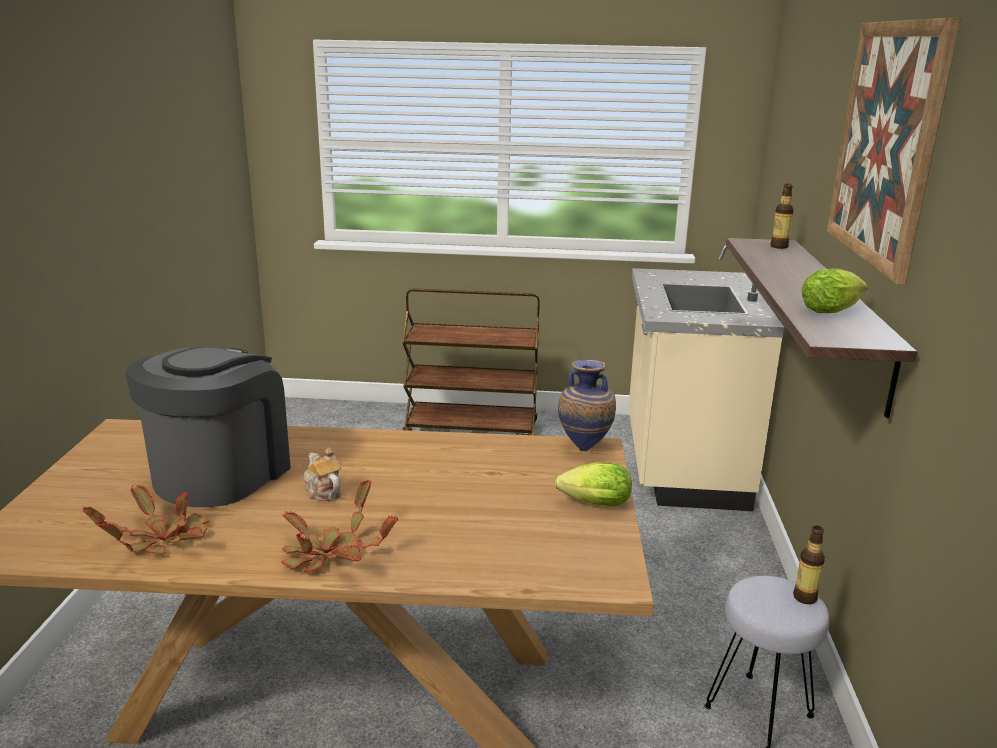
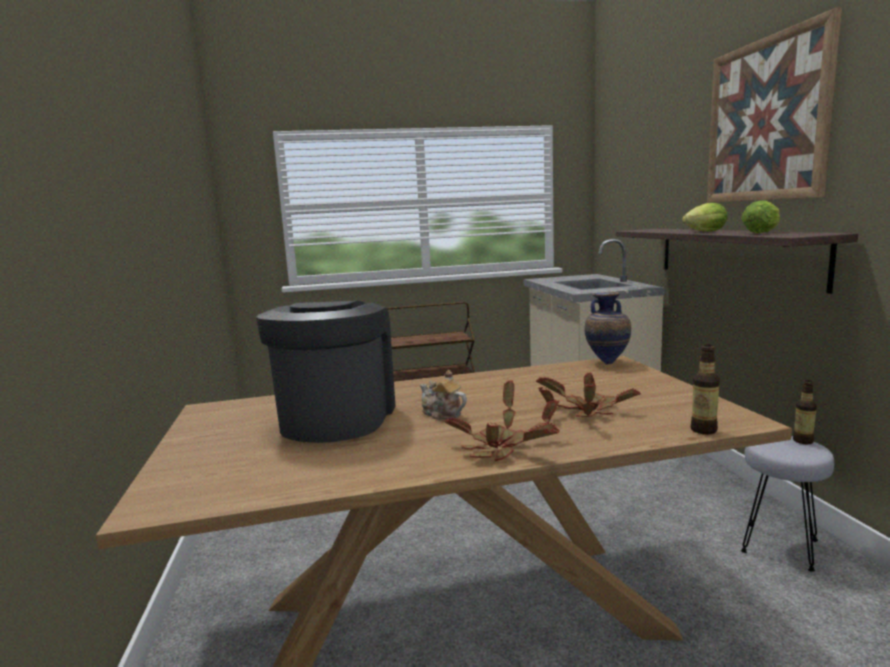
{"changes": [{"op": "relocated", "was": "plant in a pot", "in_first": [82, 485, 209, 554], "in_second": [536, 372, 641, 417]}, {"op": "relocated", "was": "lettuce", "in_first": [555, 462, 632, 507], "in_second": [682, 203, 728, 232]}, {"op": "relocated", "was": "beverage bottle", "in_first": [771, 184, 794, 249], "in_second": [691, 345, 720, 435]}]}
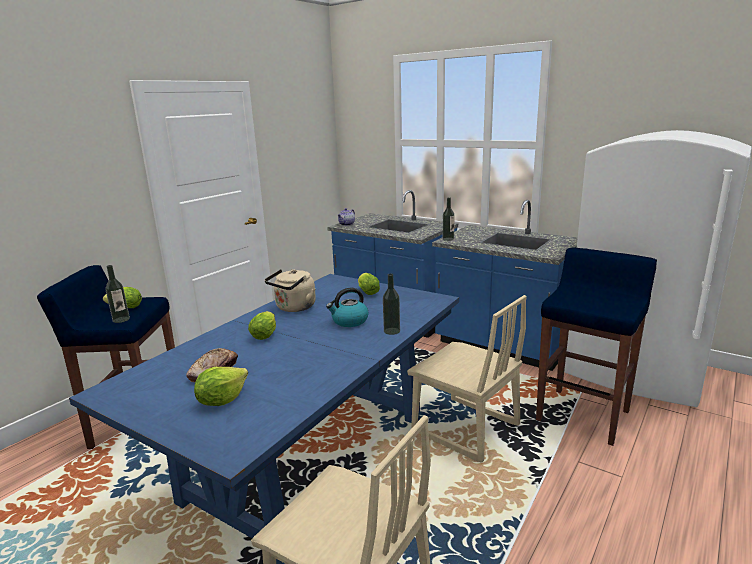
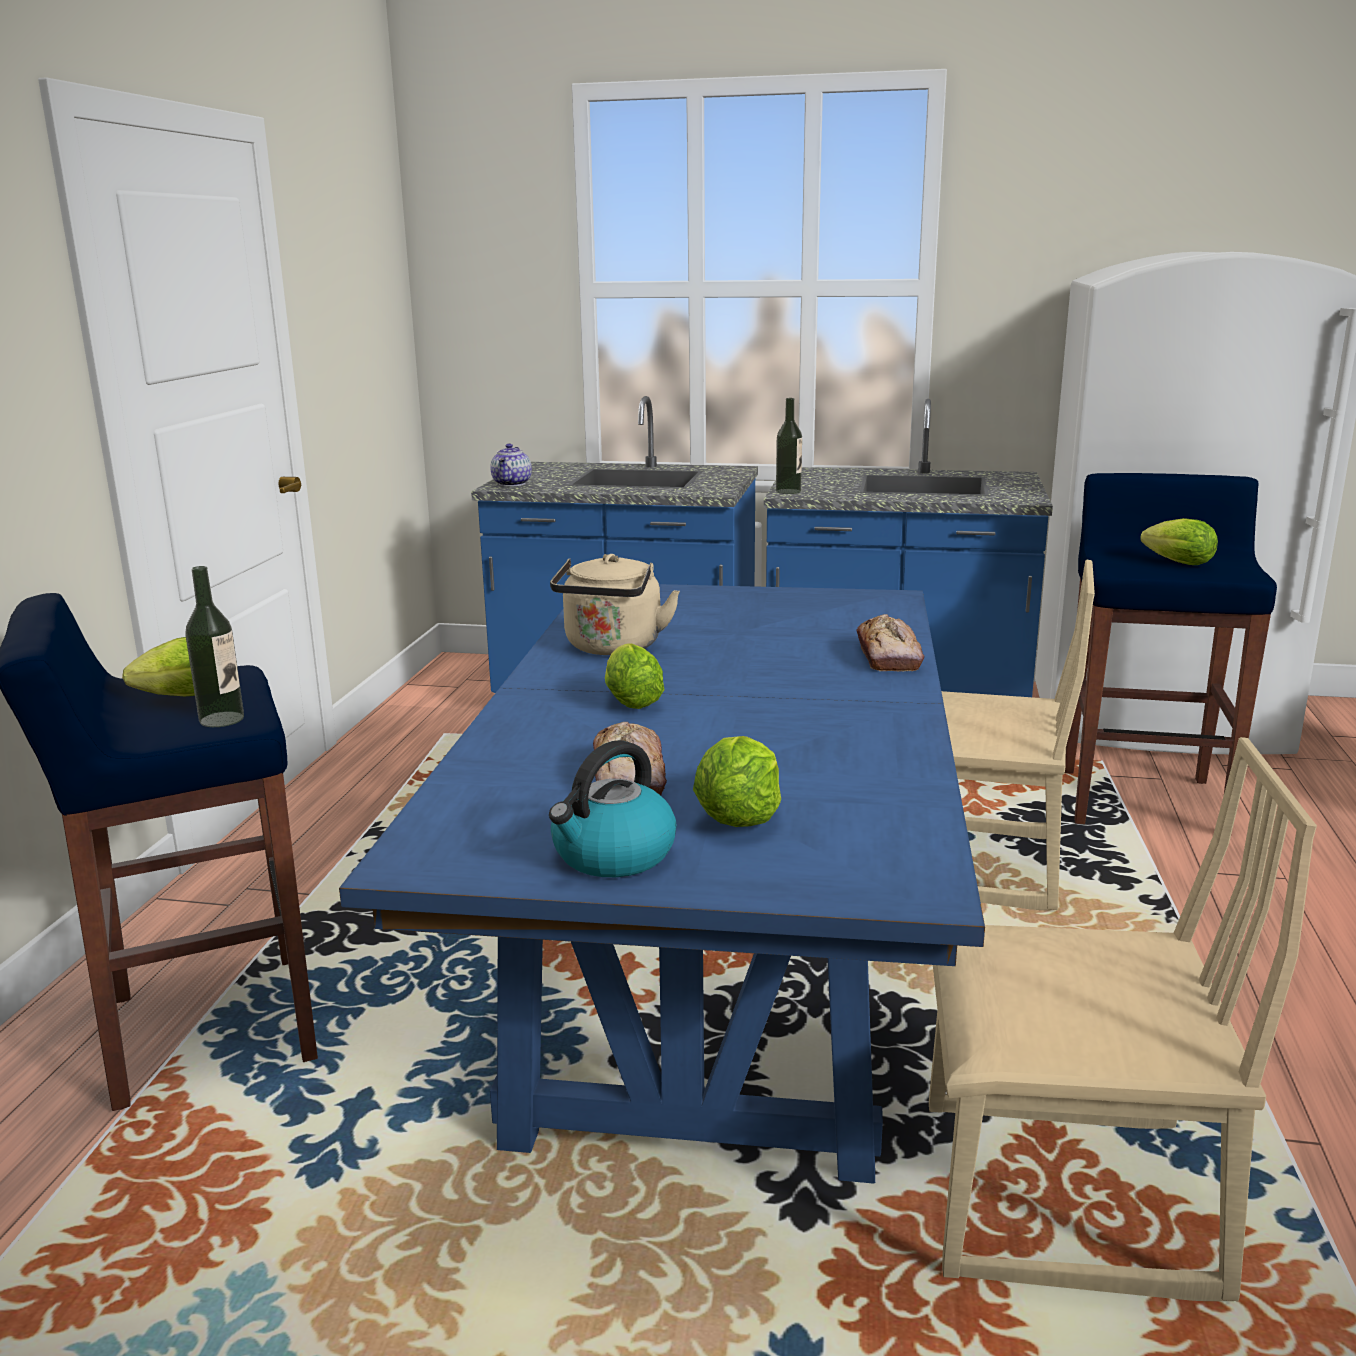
{"changes": [{"op": "relocated", "was": "kettle", "in_first": [326, 287, 368, 327], "in_second": [549, 740, 677, 877]}, {"op": "relocated", "was": "lettuce", "in_first": [358, 273, 380, 295], "in_second": [1140, 518, 1218, 565]}, {"op": "exchanged", "was": "beverage bottle", "now": "bread", "in_first": [383, 273, 400, 335], "in_second": [857, 614, 924, 671]}]}
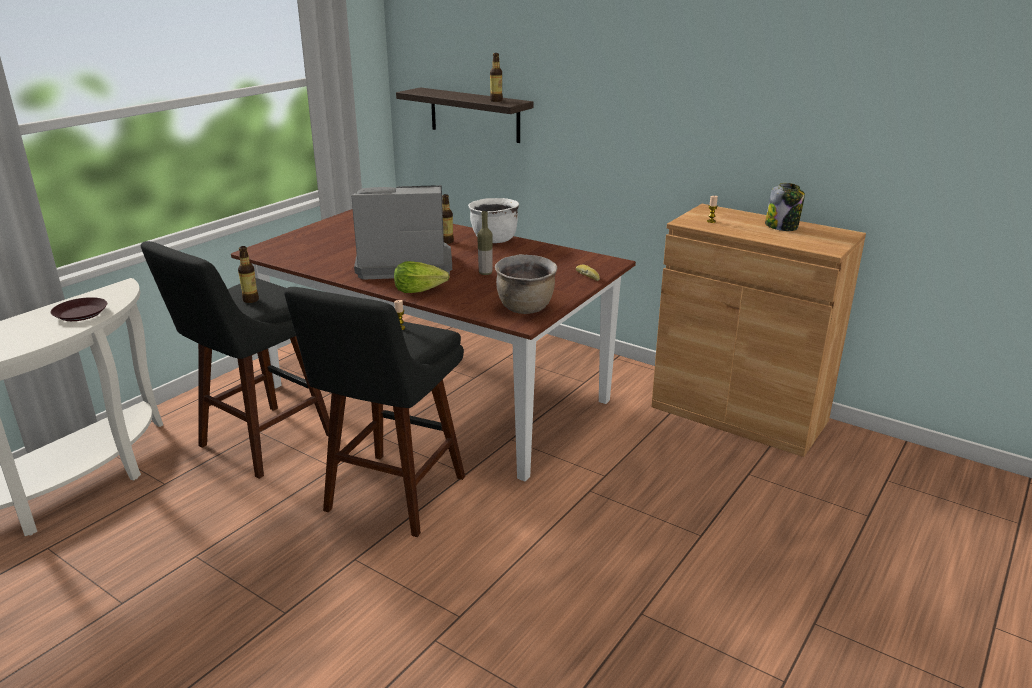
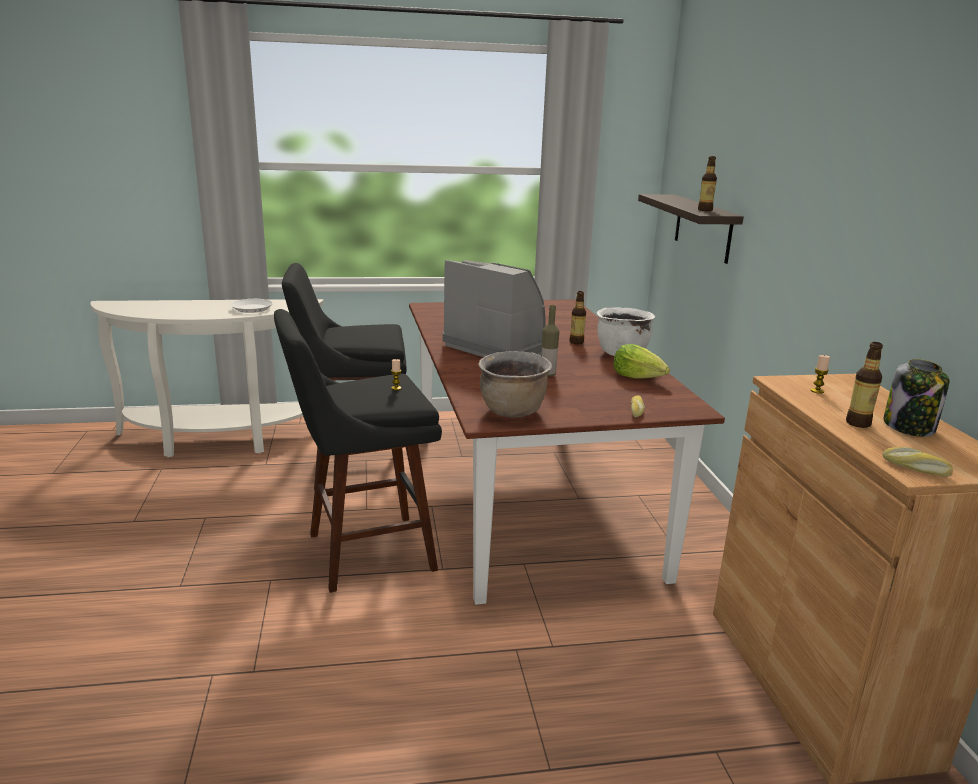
{"changes": [{"op": "colour", "was": "brownish dinner plate", "now": "whitish dinner plate", "in_first": [51, 297, 107, 321], "in_second": [230, 299, 273, 313]}, {"op": "relocated", "was": "beverage bottle", "in_first": [238, 246, 259, 303], "in_second": [846, 342, 883, 428]}, {"op": "relocated", "was": "lettuce", "in_first": [394, 261, 450, 293], "in_second": [613, 344, 670, 379]}, {"op": "appeared", "now": "bread", "in_second": [883, 447, 953, 477]}]}
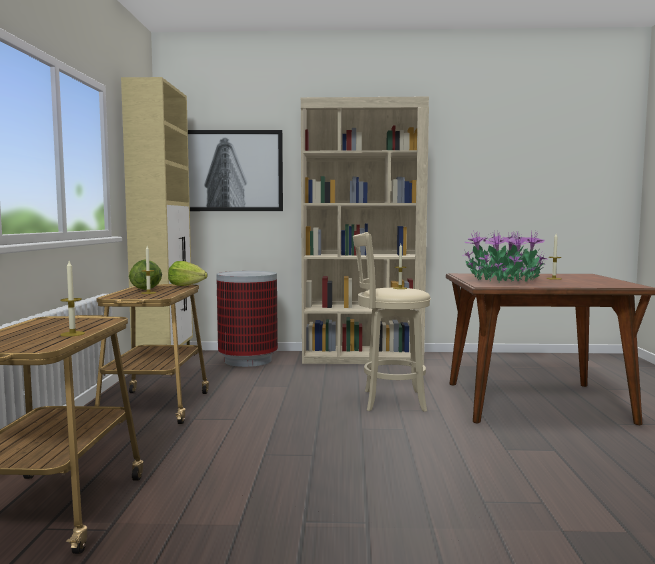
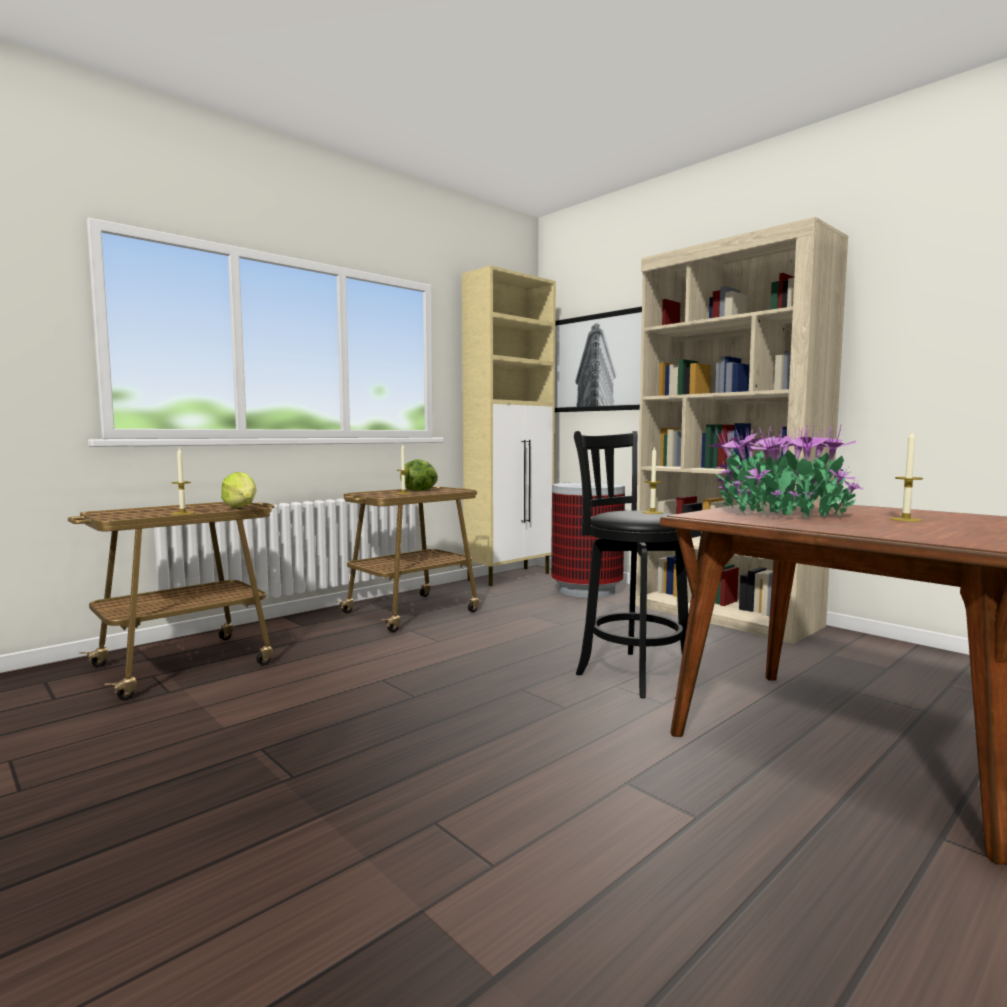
{"changes": [{"op": "relocated", "was": "lettuce", "in_first": [168, 261, 207, 286], "in_second": [221, 472, 257, 508]}, {"op": "colour", "was": "sand-coloured sitting stool", "now": "blackish sitting stool", "in_first": [353, 232, 431, 412], "in_second": [574, 431, 688, 698]}]}
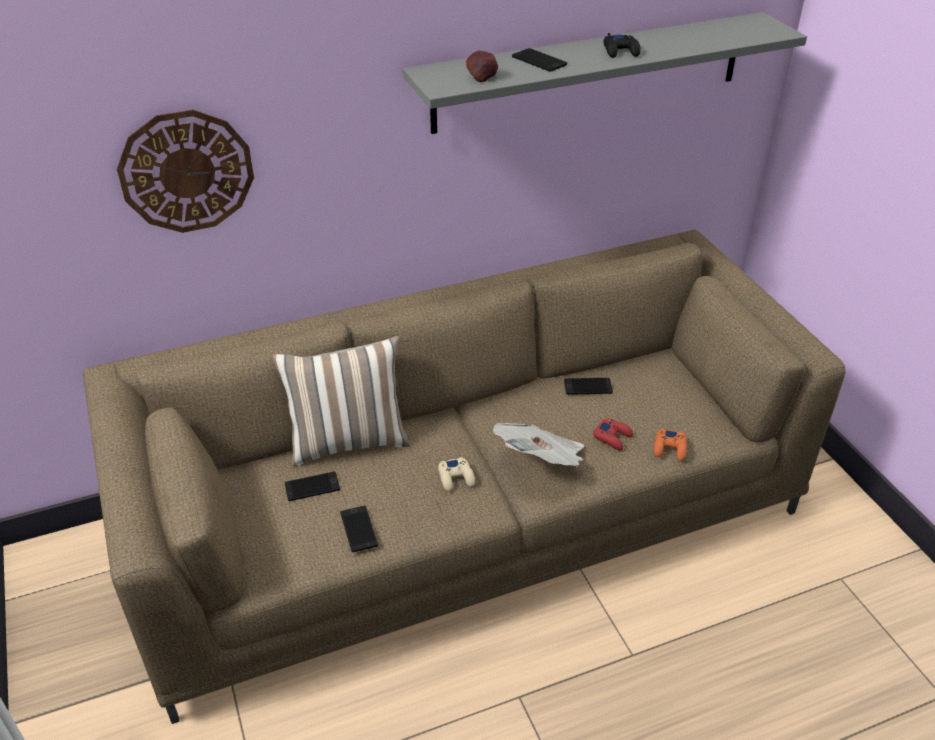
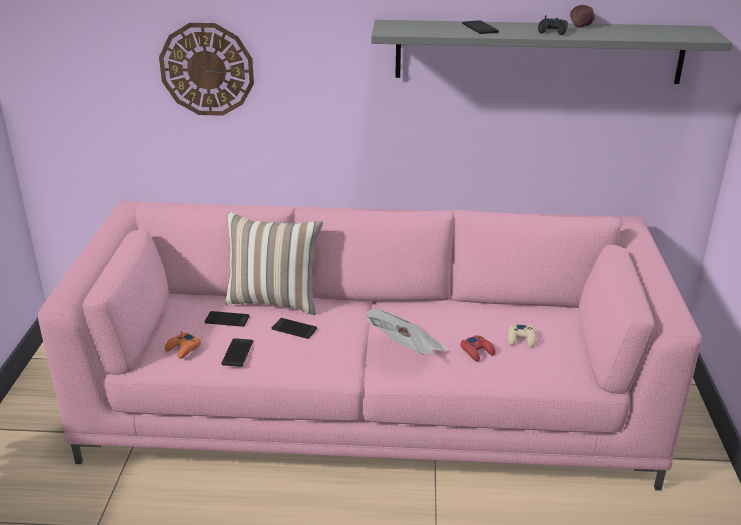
{"changes": [{"op": "colour", "was": "brownish settee", "now": "pink-coloured settee", "in_first": [83, 230, 845, 724], "in_second": [38, 202, 702, 491]}, {"op": "relocated", "was": "sand-coloured gamepad", "in_first": [438, 457, 475, 492], "in_second": [508, 323, 536, 347]}, {"op": "relocated", "was": "apple", "in_first": [466, 50, 498, 82], "in_second": [570, 5, 595, 28]}, {"op": "relocated", "was": "phone", "in_first": [564, 378, 613, 395], "in_second": [272, 318, 317, 339]}, {"op": "relocated", "was": "orange gamepad", "in_first": [654, 429, 687, 461], "in_second": [165, 331, 201, 359]}]}
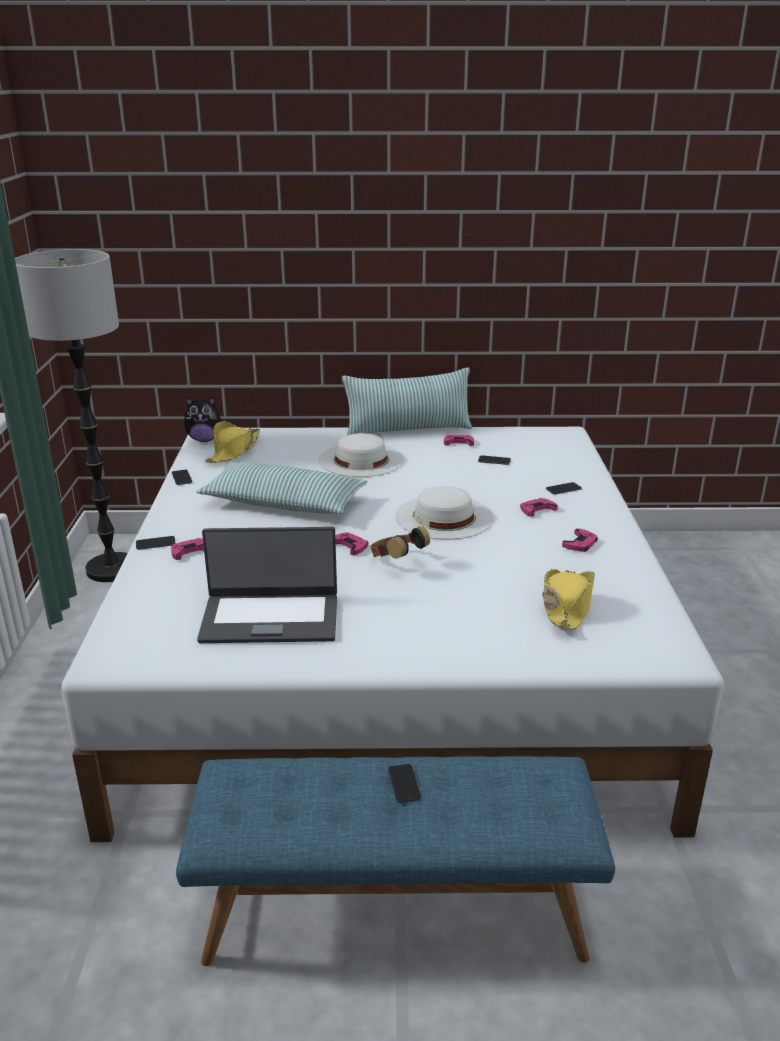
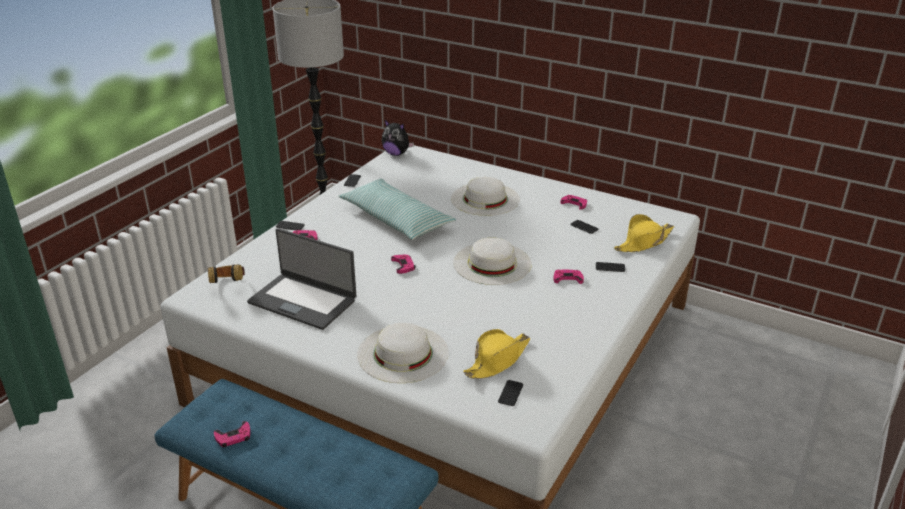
{"changes": [{"op": "relocated", "was": "yellowish clothing hat", "in_first": [205, 422, 260, 463], "in_second": [614, 214, 674, 252]}, {"op": "missing", "was": "cushion", "in_first": [342, 367, 472, 435]}, {"op": "relocated", "was": "pair of headphones", "in_first": [371, 526, 430, 559], "in_second": [208, 264, 245, 283]}, {"op": "relocated", "was": "phone", "in_first": [388, 764, 421, 803], "in_second": [498, 380, 523, 406]}, {"op": "relocated", "was": "pink-coloured gamepad", "in_first": [562, 529, 598, 552], "in_second": [214, 421, 250, 447]}, {"op": "appeared", "now": "whitish clothing hat", "in_second": [357, 323, 449, 383]}]}
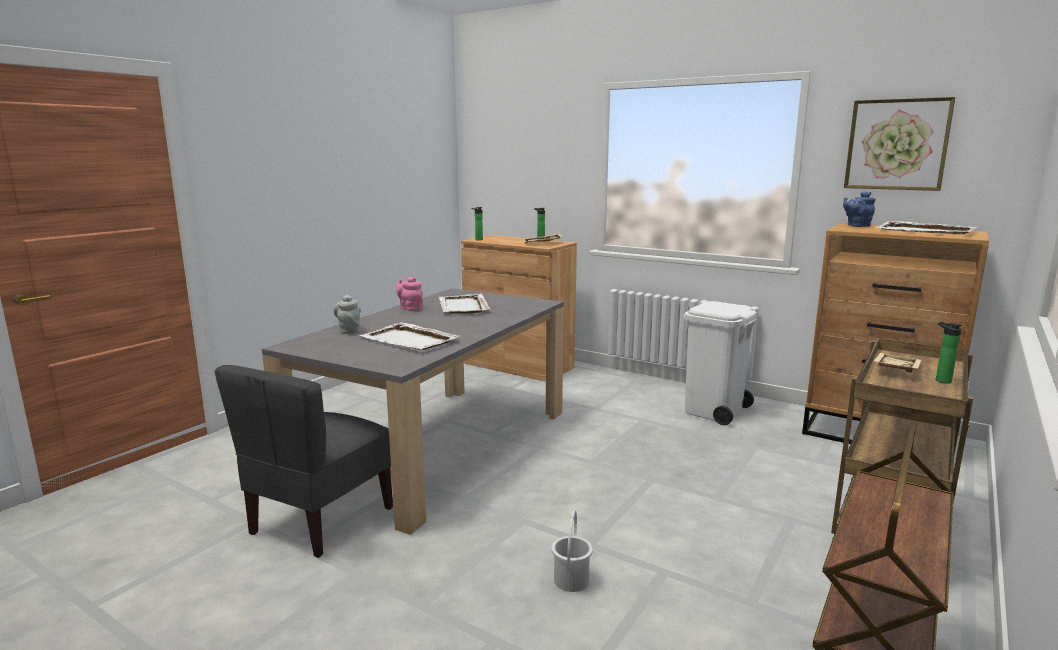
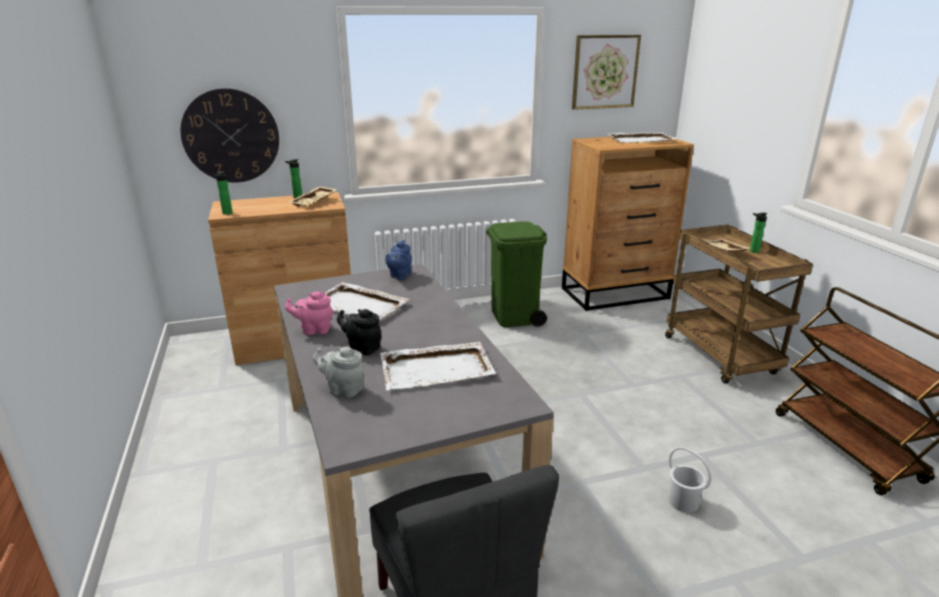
{"changes": [{"op": "colour", "was": "whitish rubbish bin", "now": "green rubbish bin", "in_first": [683, 301, 757, 425], "in_second": [487, 221, 547, 327]}, {"op": "relocated", "was": "blue pot for tea", "in_first": [843, 192, 876, 227], "in_second": [385, 240, 412, 280]}, {"op": "appeared", "now": "clock on the wall", "in_second": [181, 88, 279, 183]}, {"op": "appeared", "now": "blackish pot for tea", "in_second": [337, 309, 381, 355]}]}
